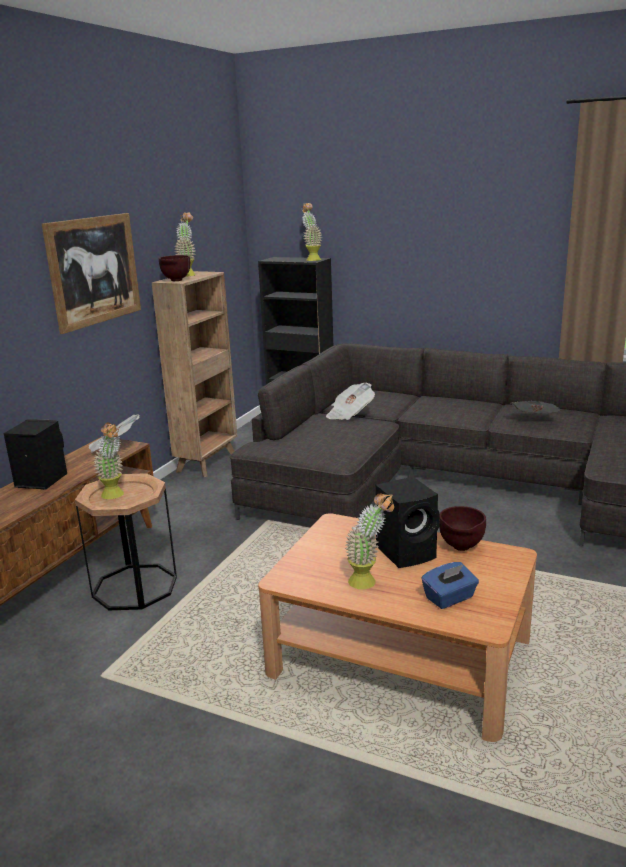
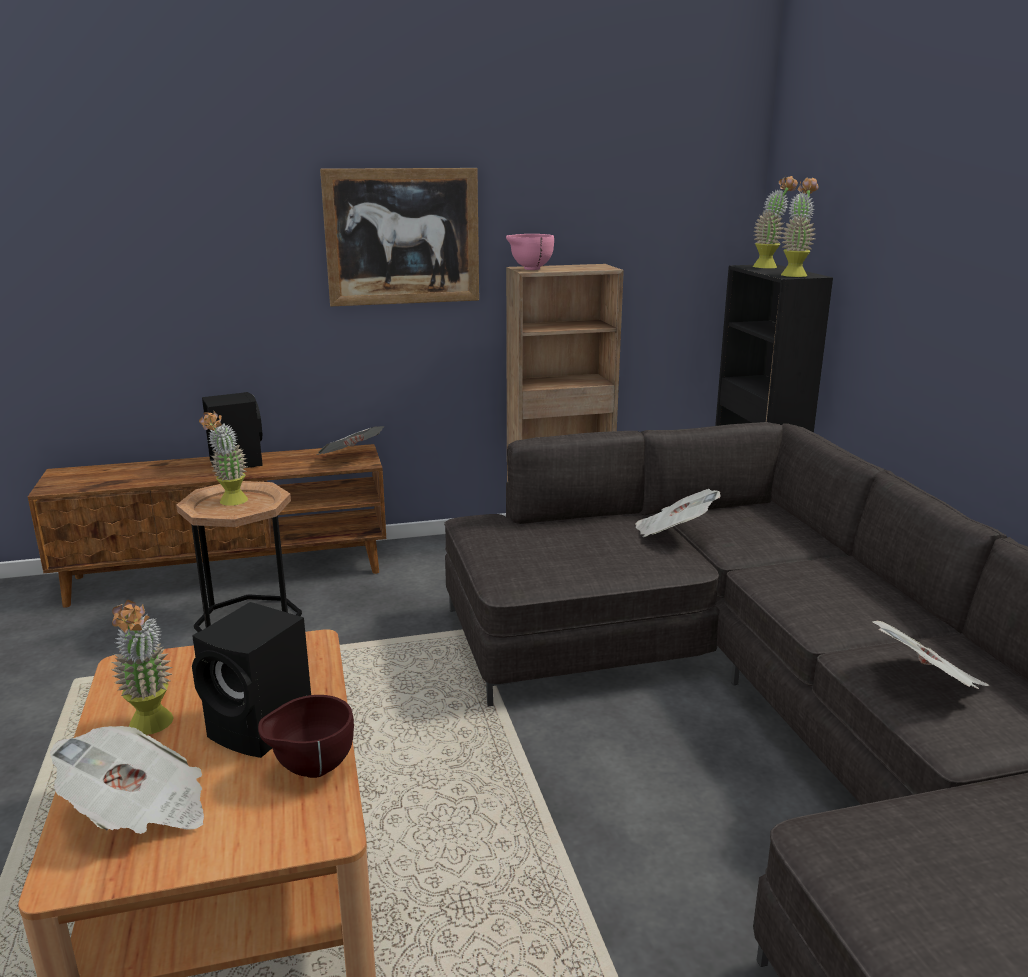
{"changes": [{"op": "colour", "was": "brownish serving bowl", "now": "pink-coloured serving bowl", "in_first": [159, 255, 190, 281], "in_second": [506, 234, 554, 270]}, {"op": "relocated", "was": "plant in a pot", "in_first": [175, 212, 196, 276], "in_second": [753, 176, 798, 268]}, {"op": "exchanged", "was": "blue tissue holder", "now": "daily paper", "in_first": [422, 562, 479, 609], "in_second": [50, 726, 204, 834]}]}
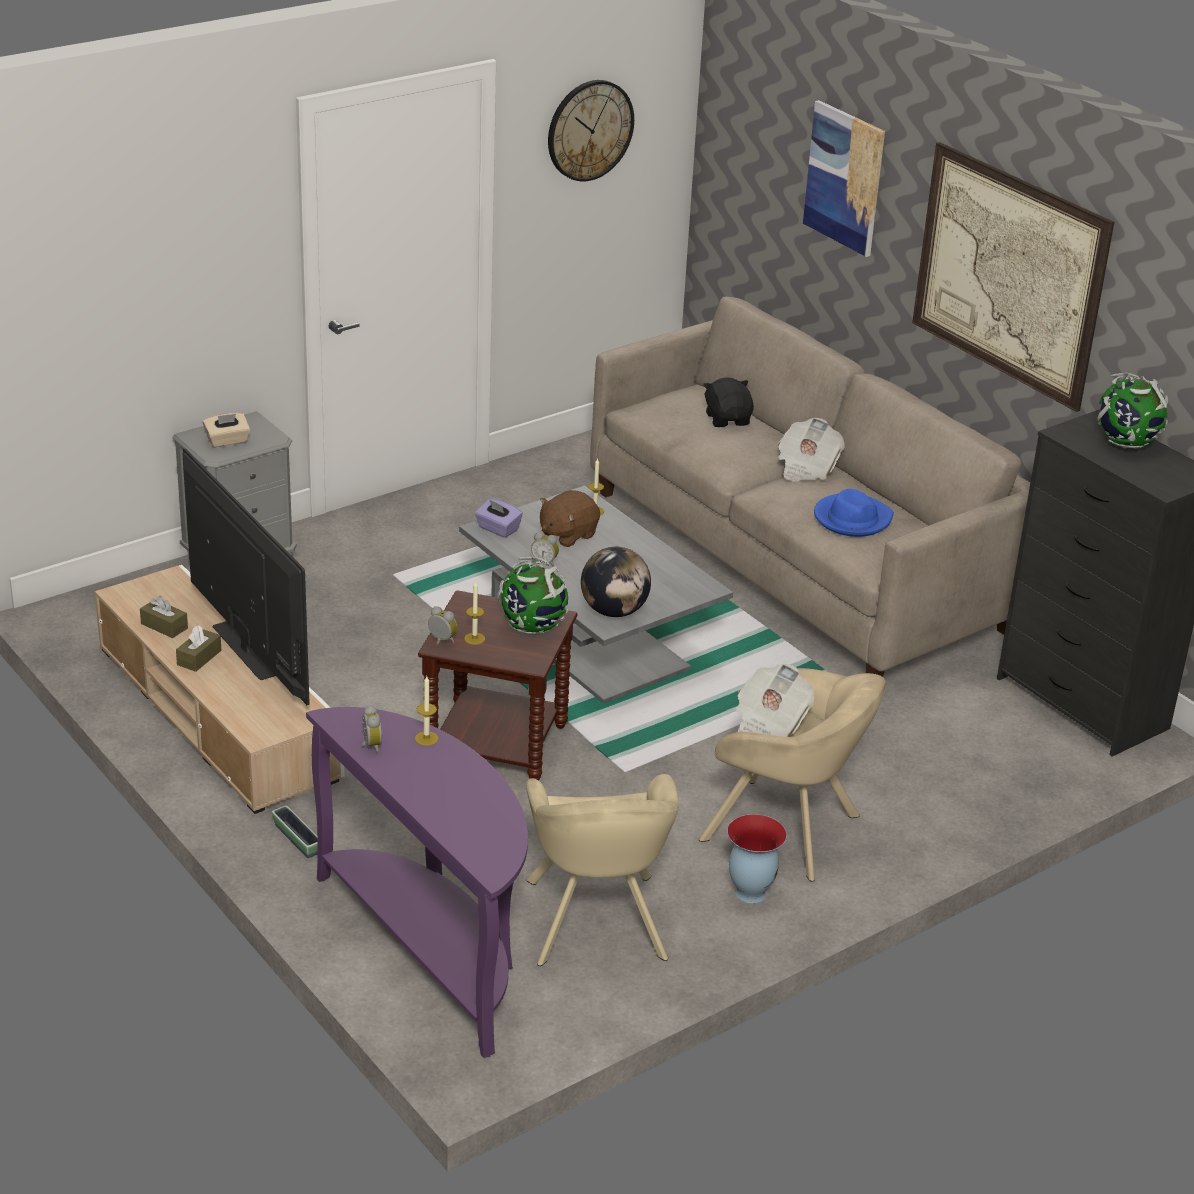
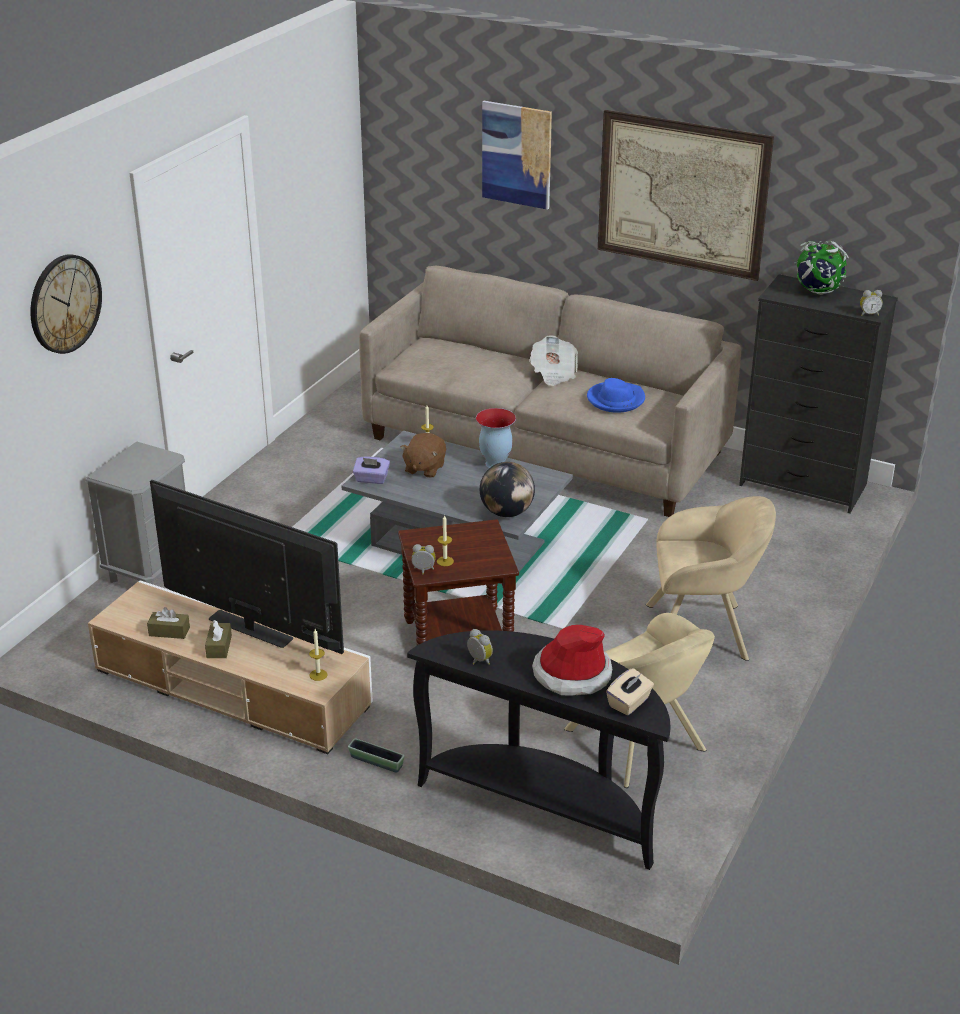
{"changes": [{"op": "relocated", "was": "sand-coloured tissue holder", "in_first": [203, 413, 250, 448], "in_second": [606, 668, 654, 715]}, {"op": "colour", "was": "purple-coloured hall table", "now": "blackish hall table", "in_first": [306, 707, 528, 1058], "in_second": [407, 630, 670, 870]}, {"op": "relocated", "was": "candle", "in_first": [415, 676, 439, 746], "in_second": [309, 629, 328, 681]}, {"op": "missing", "was": "globe", "in_first": [497, 557, 569, 635]}, {"op": "relocated", "was": "table clock", "in_first": [531, 532, 559, 567], "in_second": [860, 290, 883, 316]}, {"op": "relocated", "was": "clock on the wall", "in_first": [548, 80, 634, 181], "in_second": [30, 254, 102, 354]}, {"op": "missing", "was": "blackish plush toy", "in_first": [703, 378, 754, 427]}, {"op": "relocated", "was": "flower vase", "in_first": [727, 814, 787, 903], "in_second": [476, 408, 516, 468]}, {"op": "missing", "was": "daily paper", "in_first": [735, 664, 815, 737]}, {"op": "appeared", "now": "clothing hat", "in_second": [532, 625, 612, 696]}]}
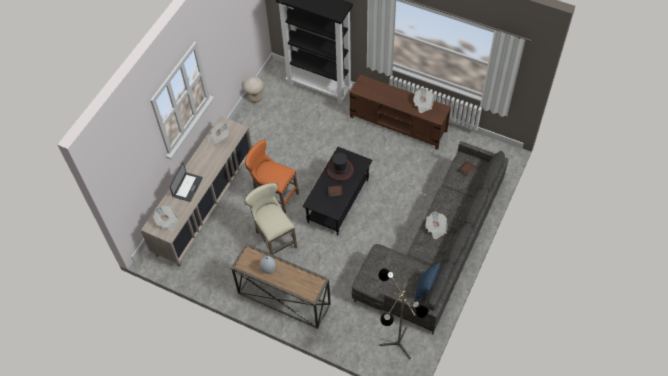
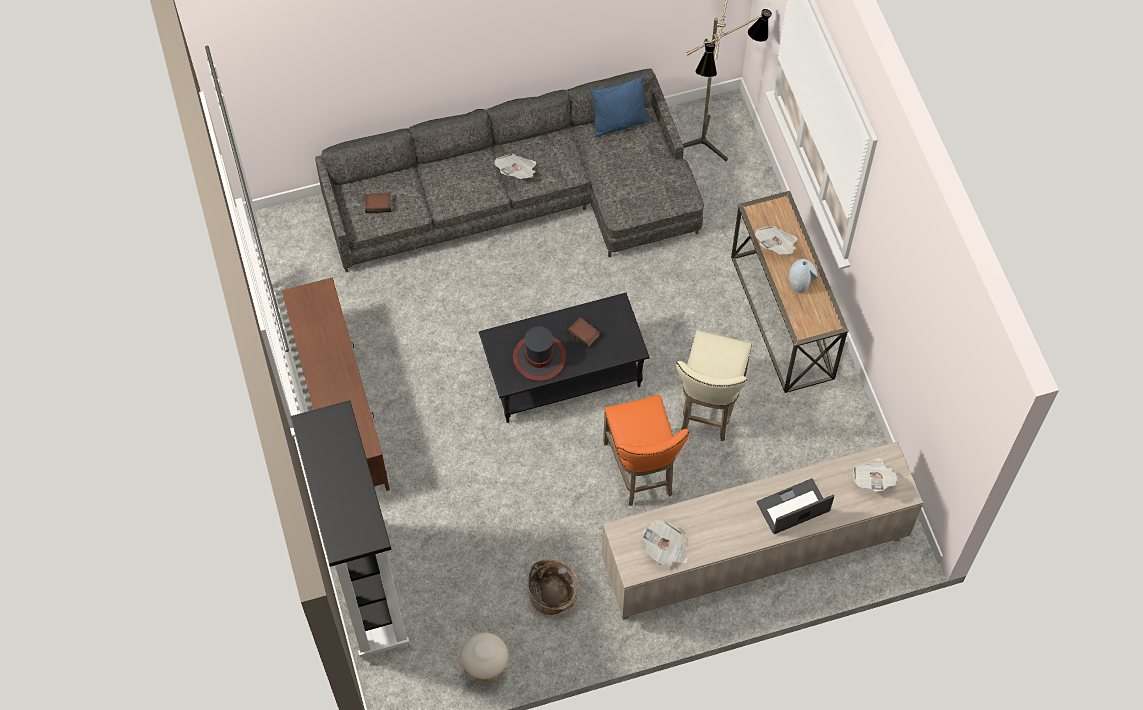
{"changes": [{"op": "relocated", "was": "daily paper", "in_first": [413, 88, 434, 113], "in_second": [755, 226, 797, 255]}, {"op": "appeared", "now": "storage basket", "in_second": [527, 560, 579, 615]}]}
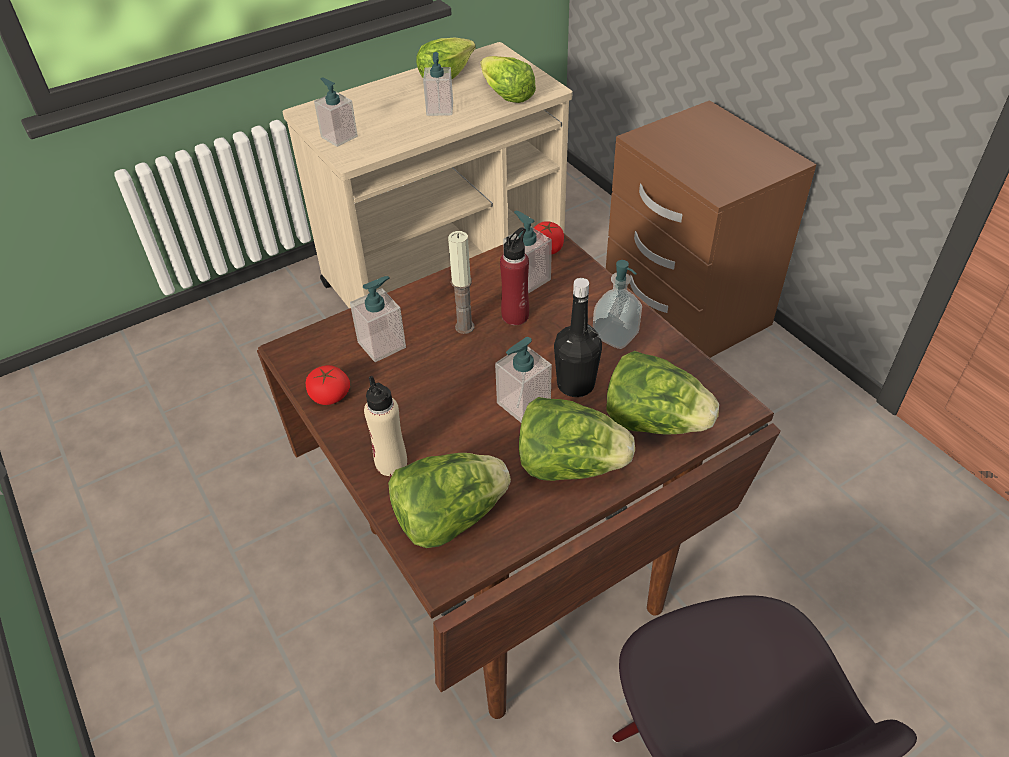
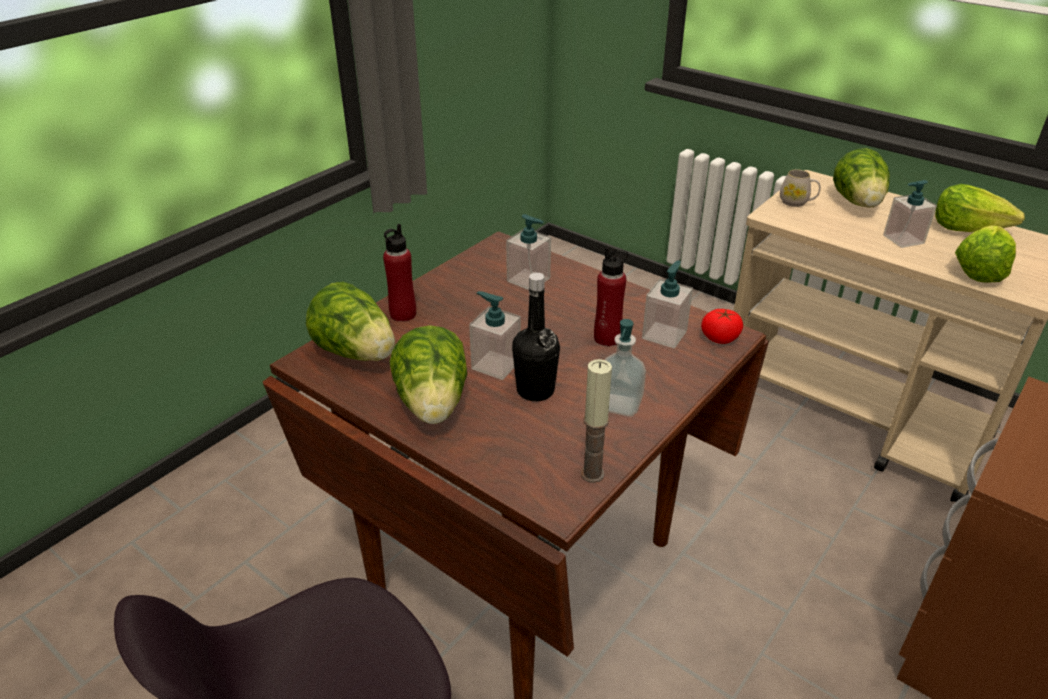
{"changes": [{"op": "missing", "was": "tomato", "in_first": [306, 365, 350, 405]}, {"op": "exchanged", "was": "liquid soap bottle", "now": "whitish mug", "in_first": [314, 78, 358, 147], "in_second": [780, 169, 821, 207]}, {"op": "colour", "was": "sand-coloured beverage bottle", "now": "red beverage bottle", "in_first": [364, 376, 407, 476], "in_second": [383, 224, 416, 322]}, {"op": "relocated", "was": "candle", "in_first": [448, 231, 474, 334], "in_second": [581, 359, 612, 483]}, {"op": "relocated", "was": "lettuce", "in_first": [607, 351, 719, 434], "in_second": [833, 148, 890, 208]}]}
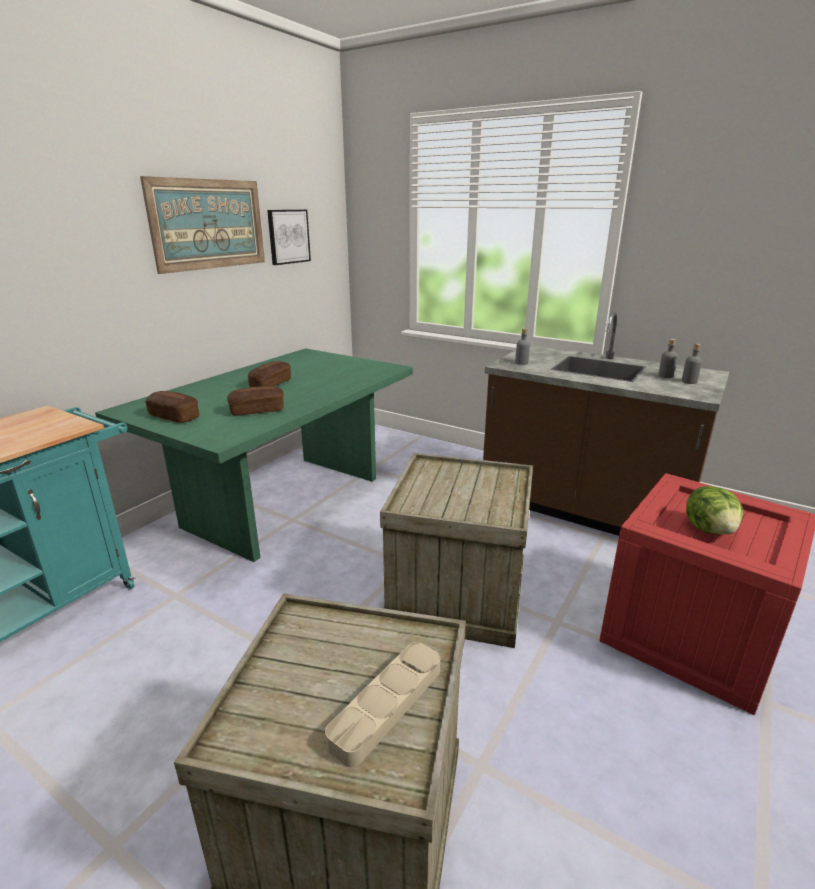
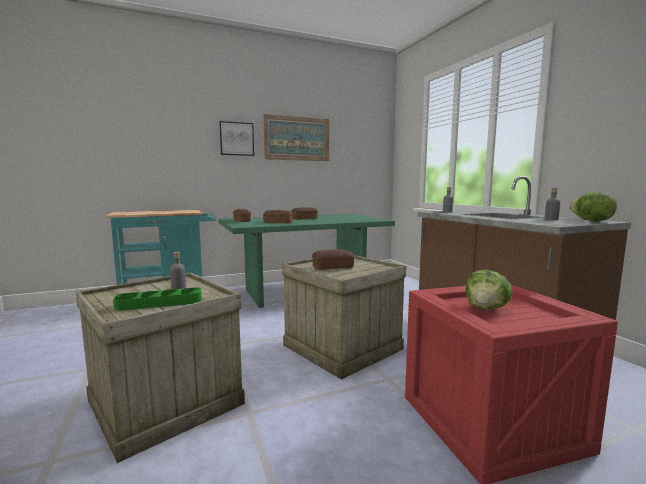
{"changes": [{"op": "relocated", "was": "wall picture", "in_first": [267, 210, 311, 265], "in_second": [219, 121, 254, 156]}, {"op": "colour", "was": "sand-coloured serving tray", "now": "green serving tray", "in_first": [325, 642, 440, 767], "in_second": [113, 287, 202, 311]}, {"op": "relocated", "was": "greyish beverage bottle", "in_first": [682, 343, 702, 384], "in_second": [170, 252, 186, 289]}, {"op": "appeared", "now": "bread", "in_second": [312, 249, 354, 270]}, {"op": "appeared", "now": "lettuce", "in_second": [570, 191, 617, 222]}]}
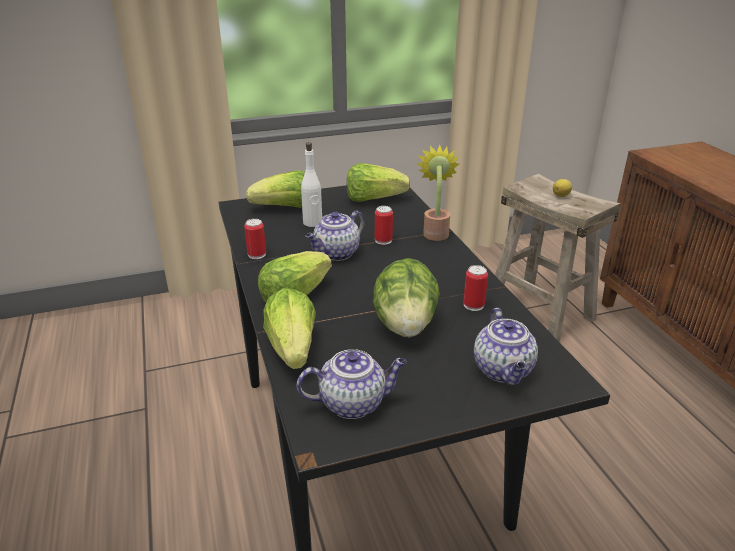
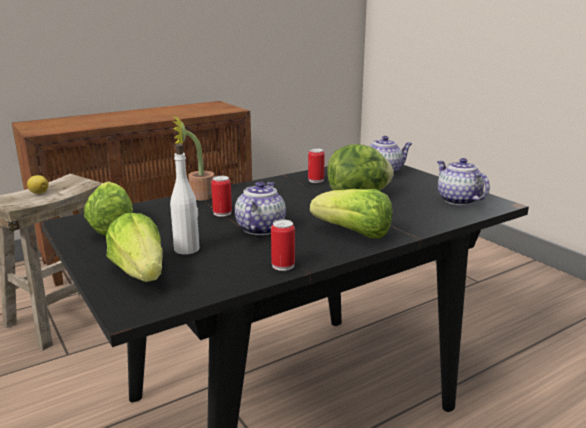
{"changes": [{"op": "missing", "was": "lettuce", "in_first": [263, 288, 316, 369]}, {"op": "spun", "was": "pot for tea", "in_first": [306, 211, 365, 261], "in_second": [235, 181, 286, 235], "clockwise": -105}]}
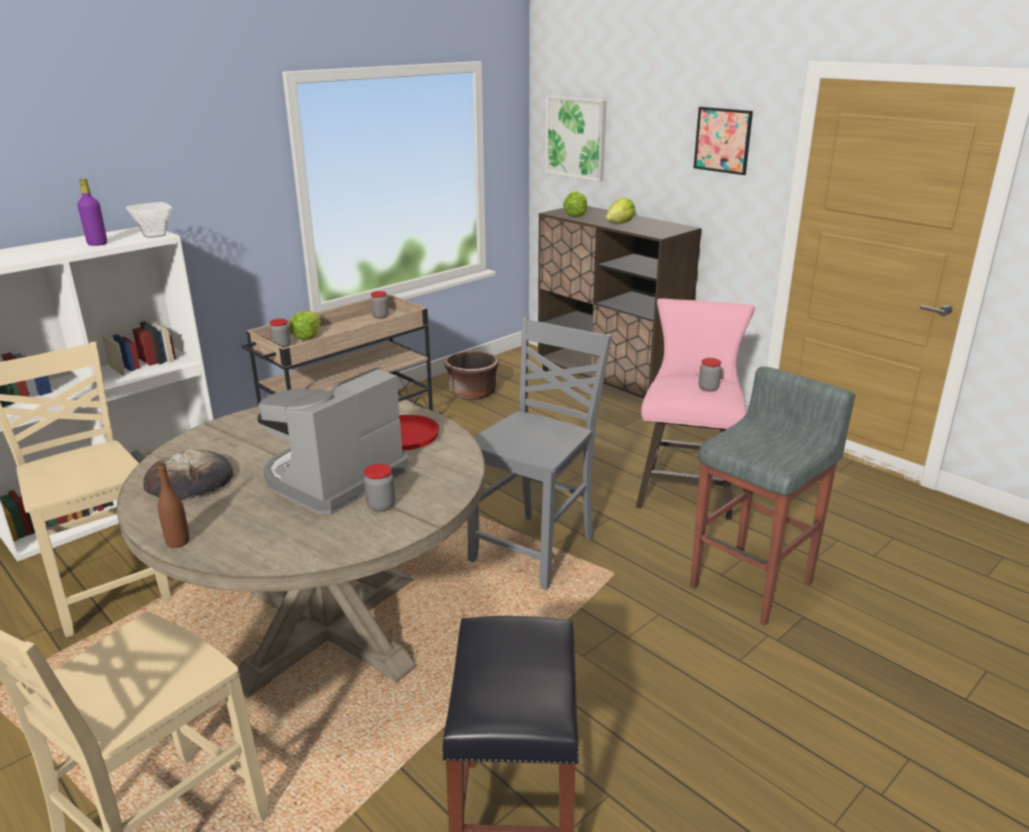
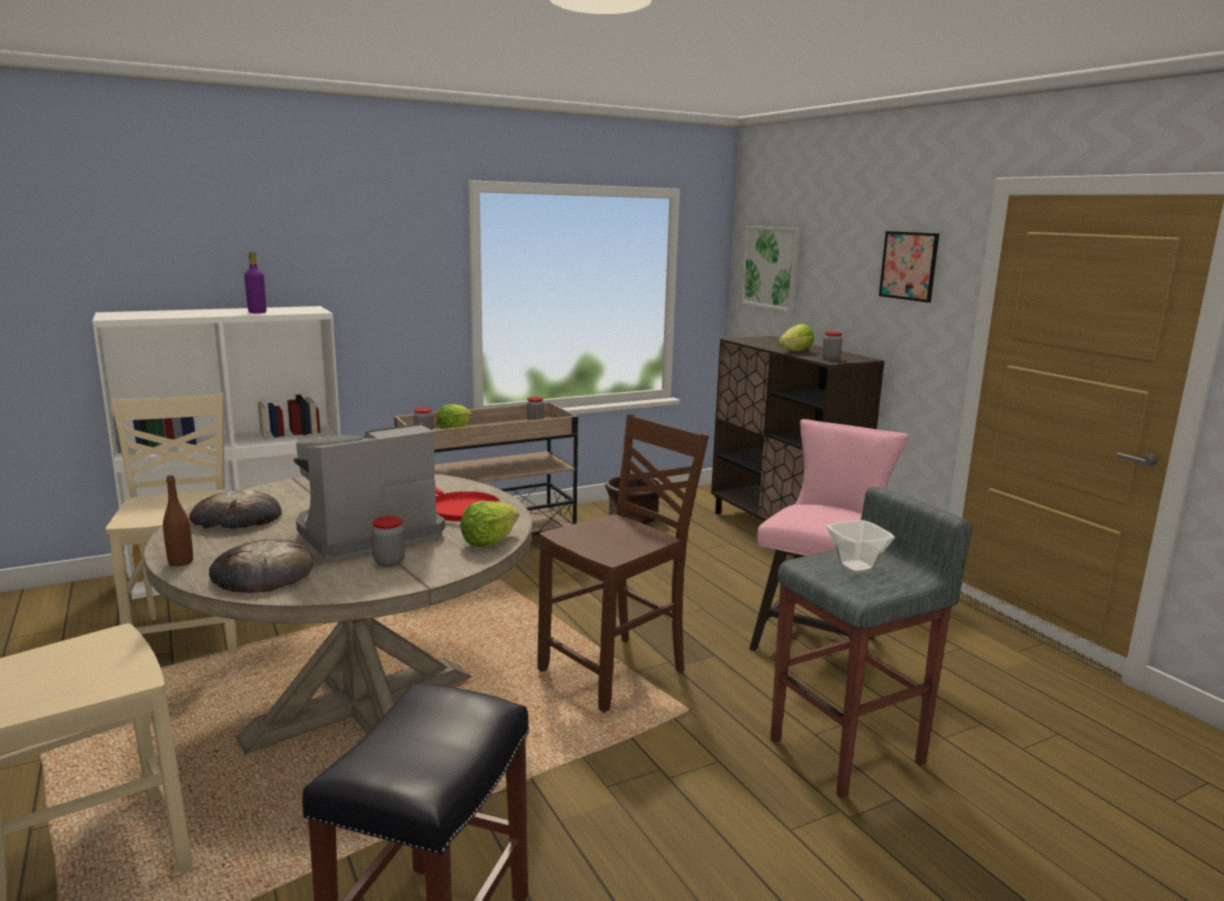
{"changes": [{"op": "relocated", "was": "serving bowl", "in_first": [126, 202, 172, 238], "in_second": [826, 520, 895, 573]}, {"op": "colour", "was": "greyish plain chair", "now": "brownish plain chair", "in_first": [467, 318, 612, 590], "in_second": [538, 414, 709, 712]}, {"op": "relocated", "was": "lettuce", "in_first": [563, 191, 587, 217], "in_second": [460, 501, 519, 547]}, {"op": "relocated", "was": "preserve jar", "in_first": [699, 358, 721, 392], "in_second": [822, 331, 843, 360]}, {"op": "appeared", "now": "bread", "in_second": [209, 539, 313, 593]}]}
